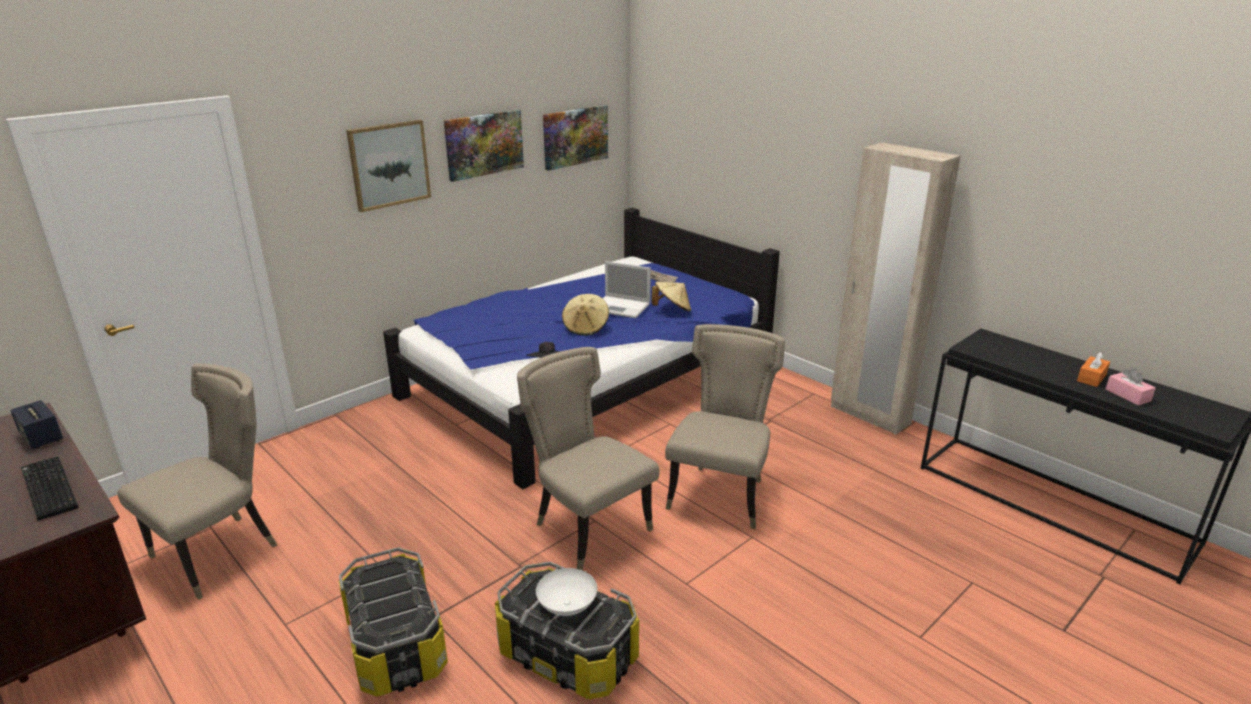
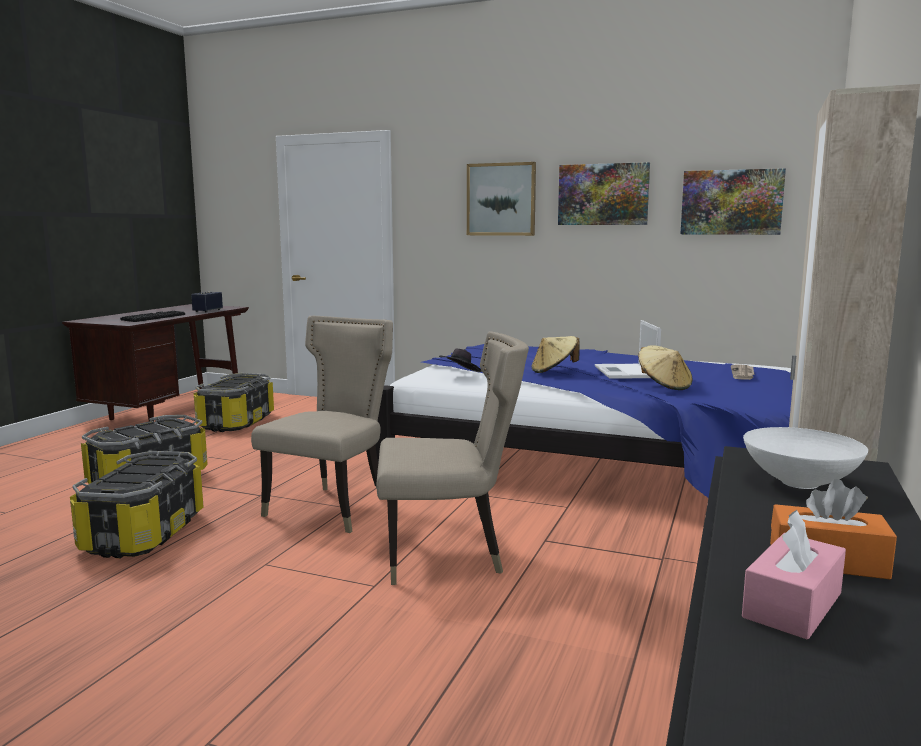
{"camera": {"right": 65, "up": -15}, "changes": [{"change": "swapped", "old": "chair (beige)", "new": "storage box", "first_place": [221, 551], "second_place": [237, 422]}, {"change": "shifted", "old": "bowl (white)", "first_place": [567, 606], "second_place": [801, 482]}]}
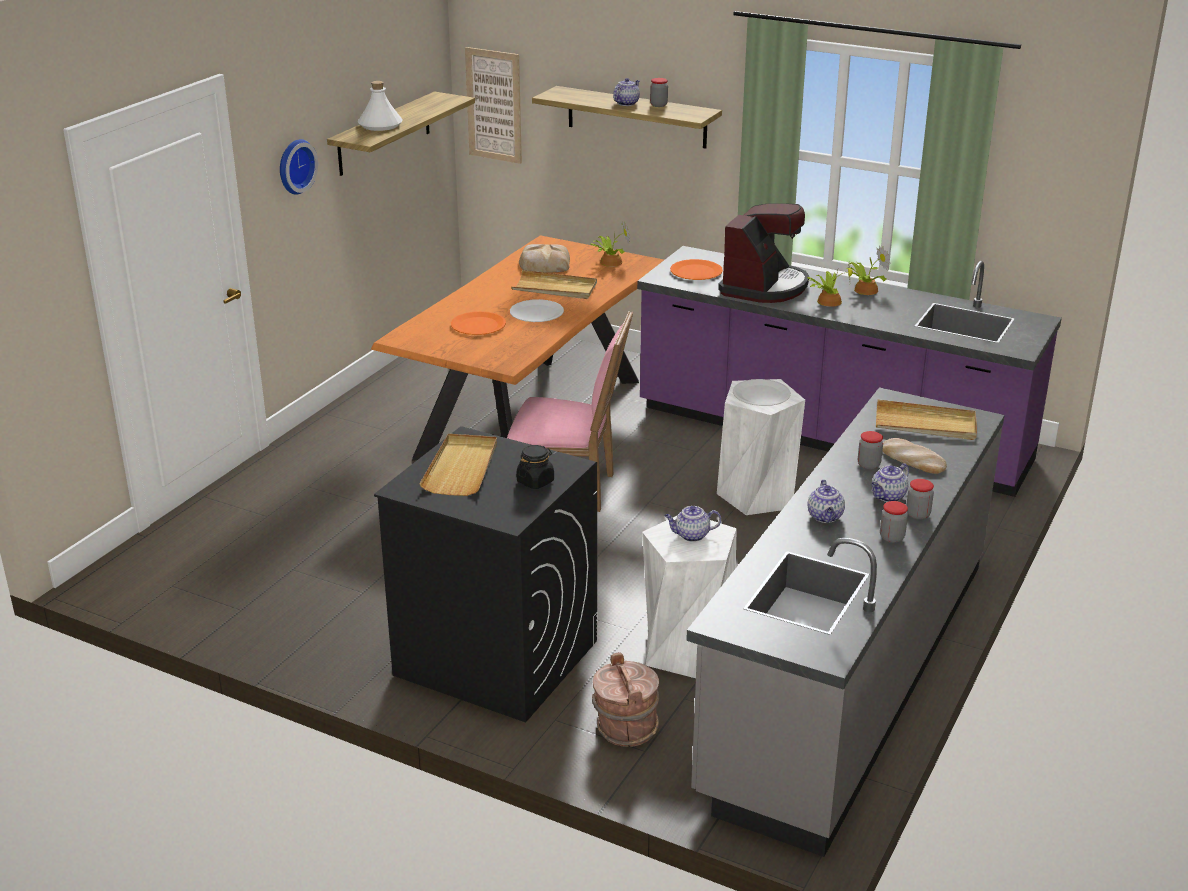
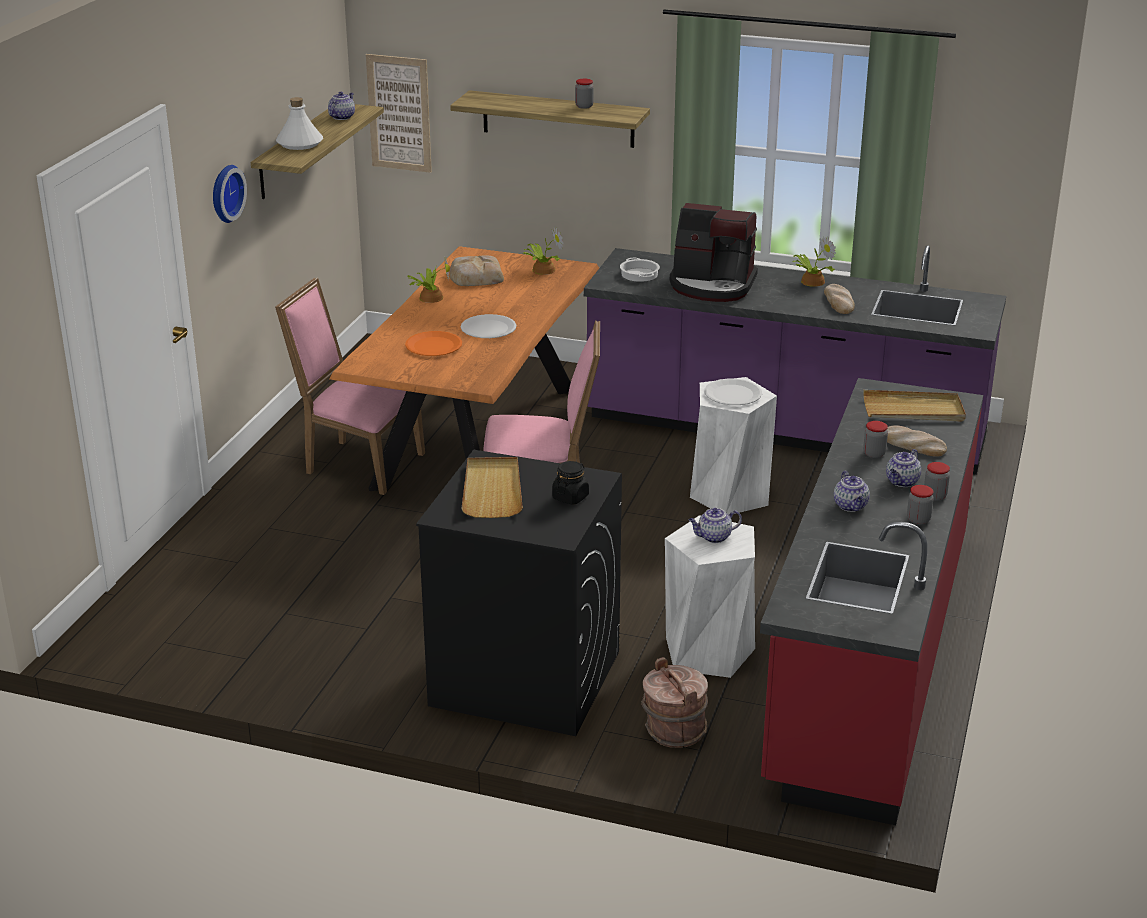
{"camera": {"right": -10, "up": 0}, "changes": [{"change": "gone", "old": "tray (beige)", "first_place": [555, 288]}, {"change": "shifted", "old": "teapot", "first_place": [626, 103], "second_place": [342, 117]}, {"change": "swapped", "old": "plate (orange)", "new": "cooking pot", "first_place": [696, 271], "second_place": [639, 274]}, {"change": "repainted", "old": "counter (grey)", "new": "counter (red)", "first_place": [847, 674], "second_place": [867, 658]}, {"change": "rotated", "old": "coffee machine", "first_place": [764, 287], "second_place": [712, 285], "degrees": 90}, {"change": "shifted", "old": "potted plant", "first_place": [828, 301], "second_place": [430, 297]}, {"change": "new", "new": "chair (pink)", "second_place": [358, 464]}, {"change": "new", "new": "bread", "second_place": [839, 302]}]}
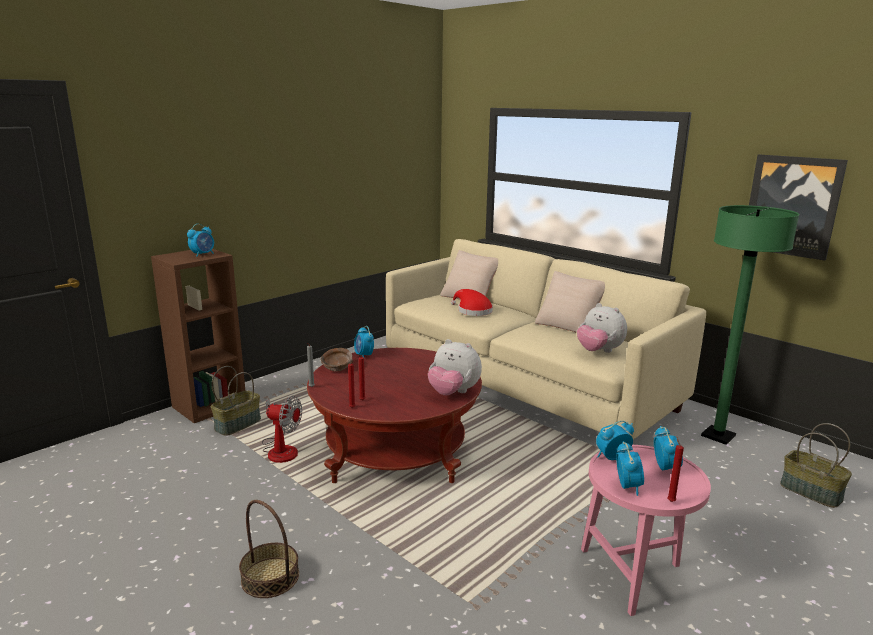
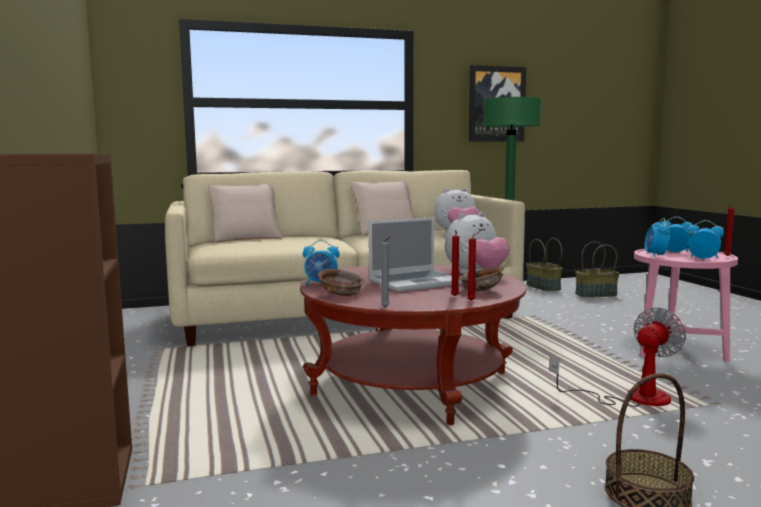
{"camera": {"right": -60, "up": -10}, "changes": [{"change": "gone", "old": "alarm clock", "first_place": [203, 254]}, {"change": "shifted", "old": "basket", "first_place": [238, 424], "second_place": [542, 287]}, {"change": "shifted", "old": "fan", "first_place": [281, 449], "second_place": [631, 398]}, {"change": "gone", "old": "hat (red)", "first_place": [472, 311]}, {"change": "new", "new": "laptop", "second_place": [415, 282]}, {"change": "new", "new": "bowl (brown)", "second_place": [481, 290]}]}
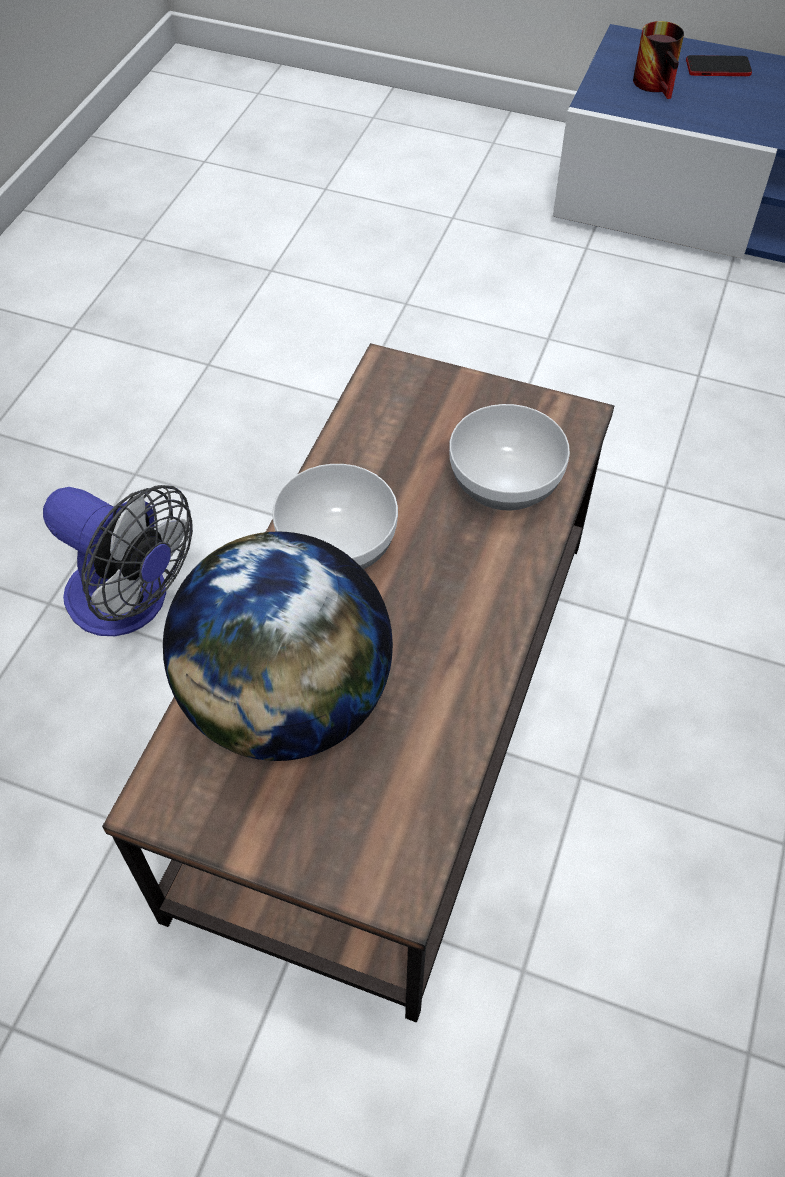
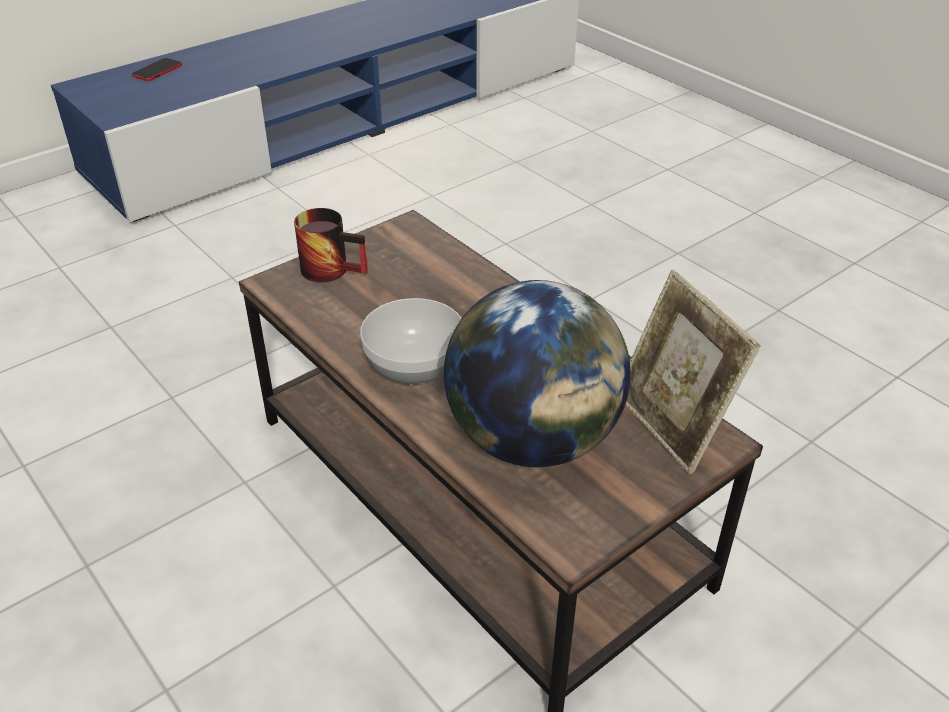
{"camera": {"right": -60, "up": -15}, "changes": [{"change": "gone", "old": "fan", "first_place": [131, 603]}, {"change": "gone", "old": "bowl", "first_place": [502, 482]}, {"change": "shifted", "old": "mug", "first_place": [659, 85], "second_place": [333, 268]}, {"change": "new", "new": "picture frame", "second_place": [671, 426]}]}
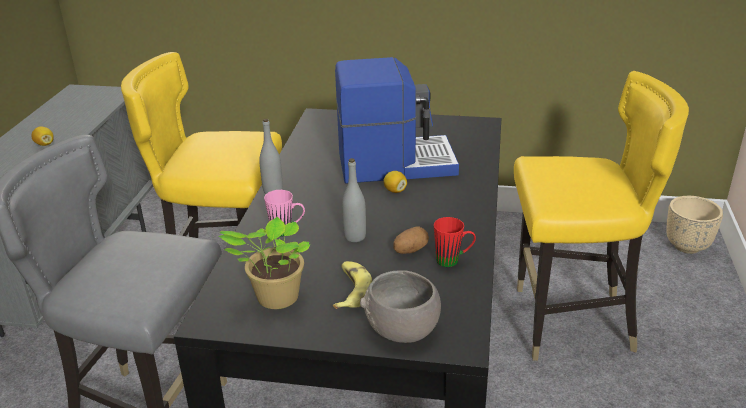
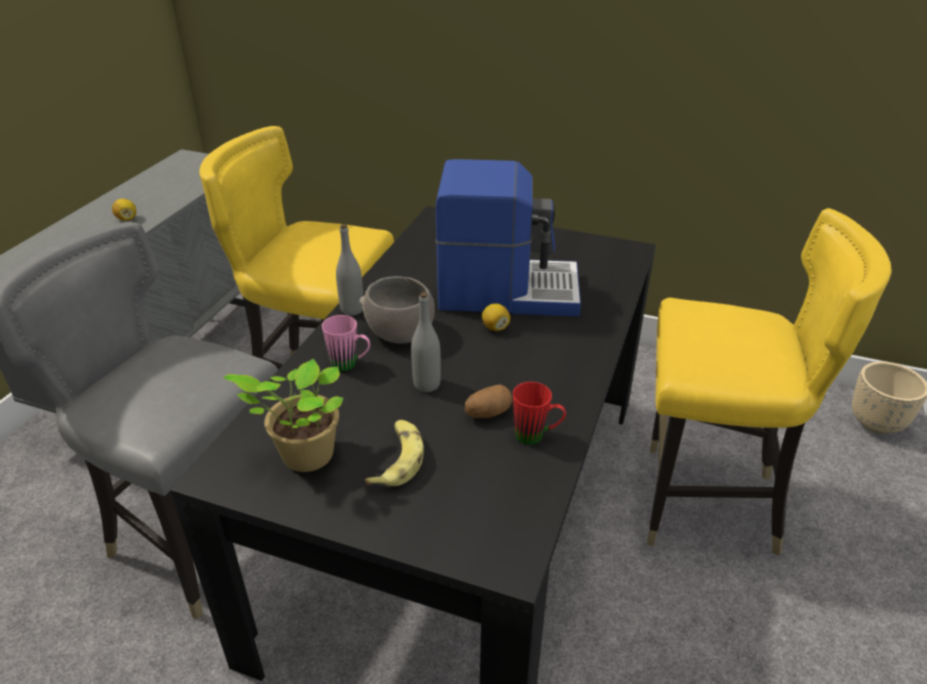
{"camera": {"right": 10, "up": 5}, "changes": [{"change": "shifted", "old": "bowl (grey)", "first_place": [401, 329], "second_place": [399, 332]}]}
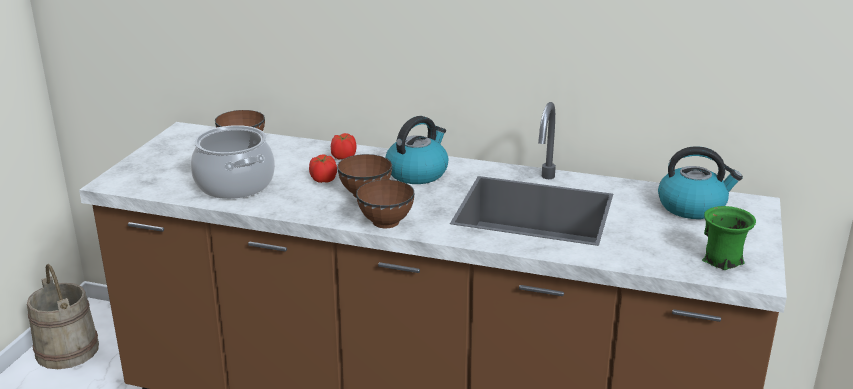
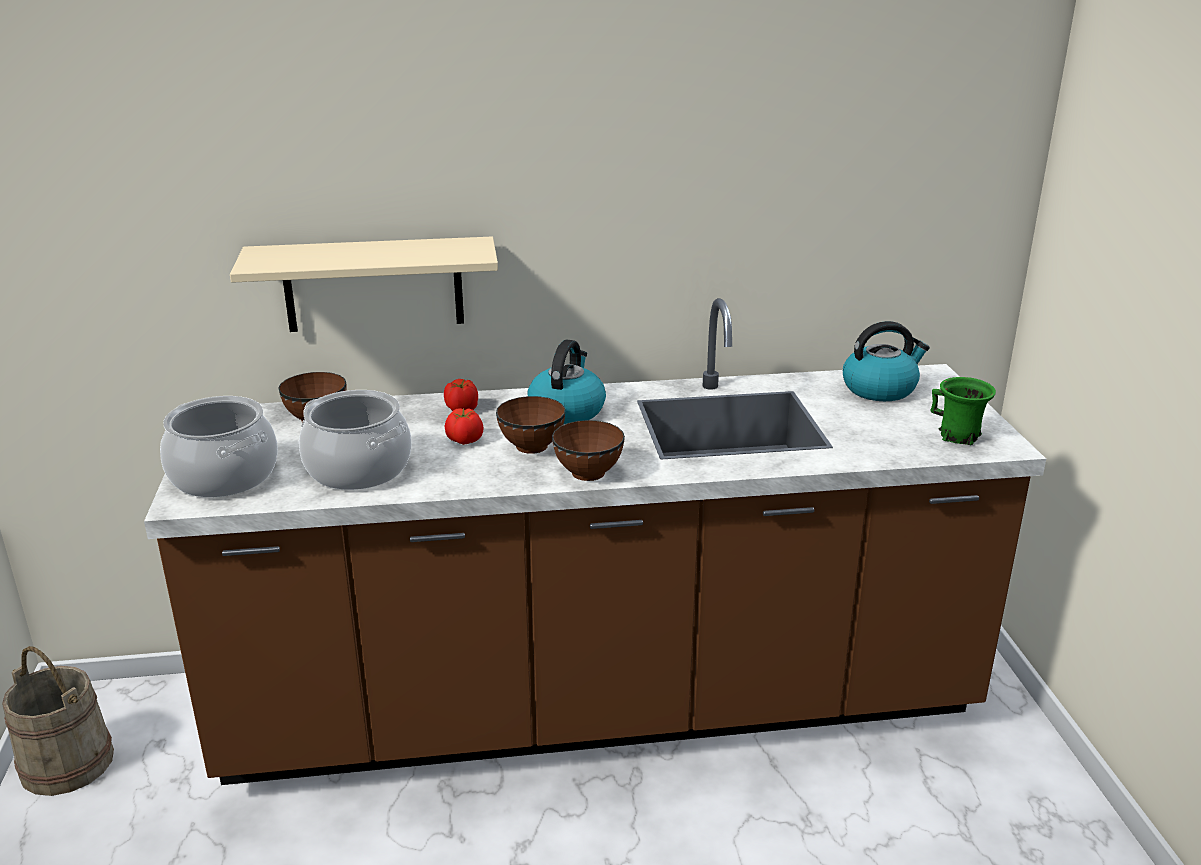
{"camera": {"right": -25, "up": 0}, "changes": [{"change": "new", "new": "cooking pot", "second_place": [225, 476]}, {"change": "new", "new": "shelf (beige)", "second_place": [373, 284]}]}
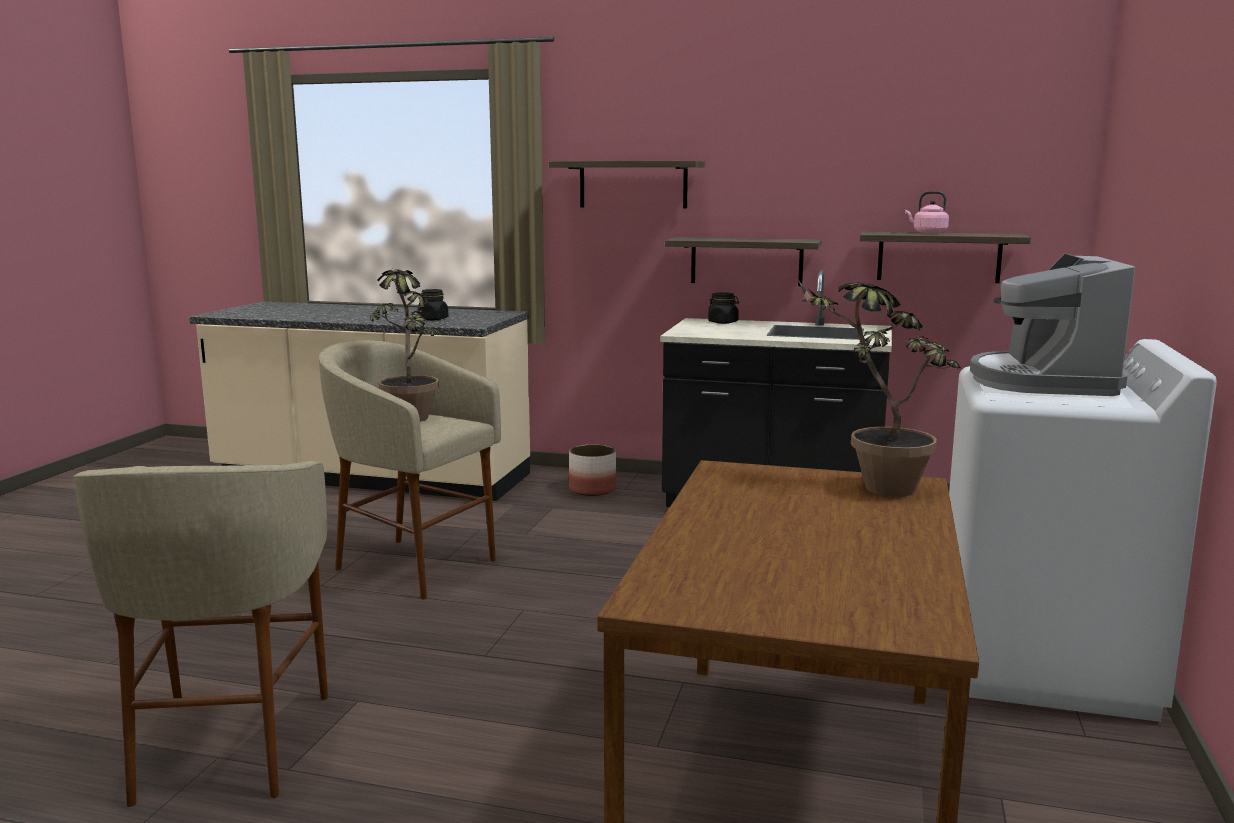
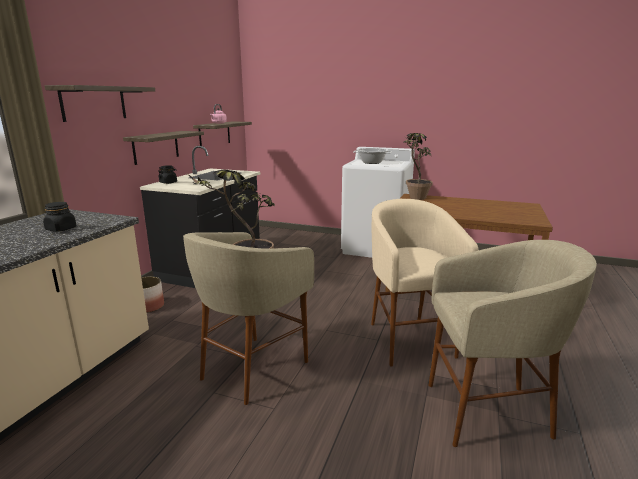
{"camera": {"right": -85, "up": 5}, "changes": [{"change": "swapped", "old": "coffee machine", "new": "cooking pot", "first_place": [1042, 381], "second_place": [372, 162]}, {"change": "new", "new": "stool (beige)", "second_place": [409, 340]}]}
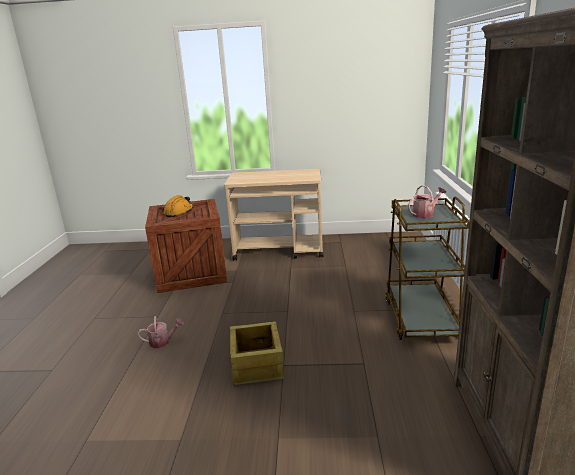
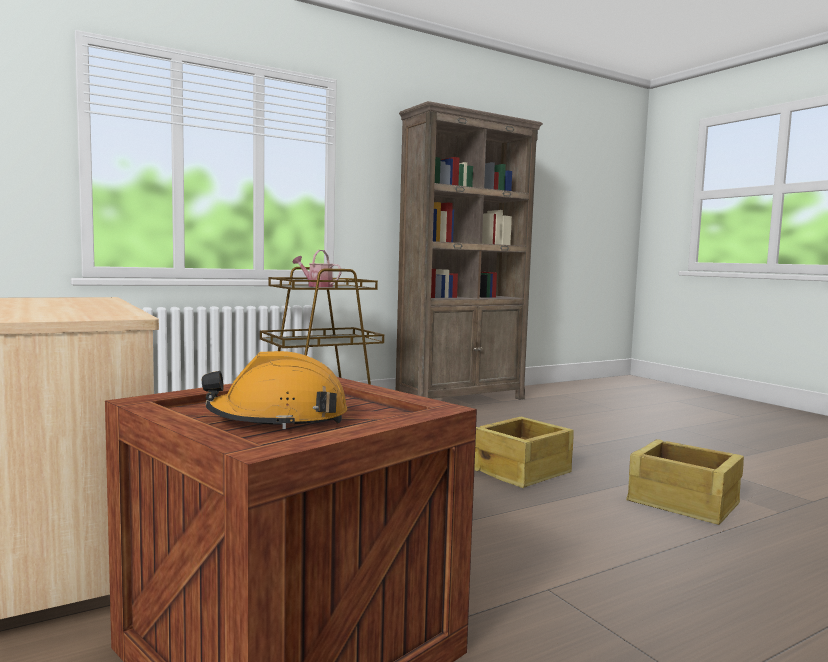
{"camera": {"right": -125, "up": -15}, "changes": [{"change": "gone", "old": "watering can", "first_place": [163, 342]}, {"change": "new", "new": "crate", "second_place": [684, 503]}]}
